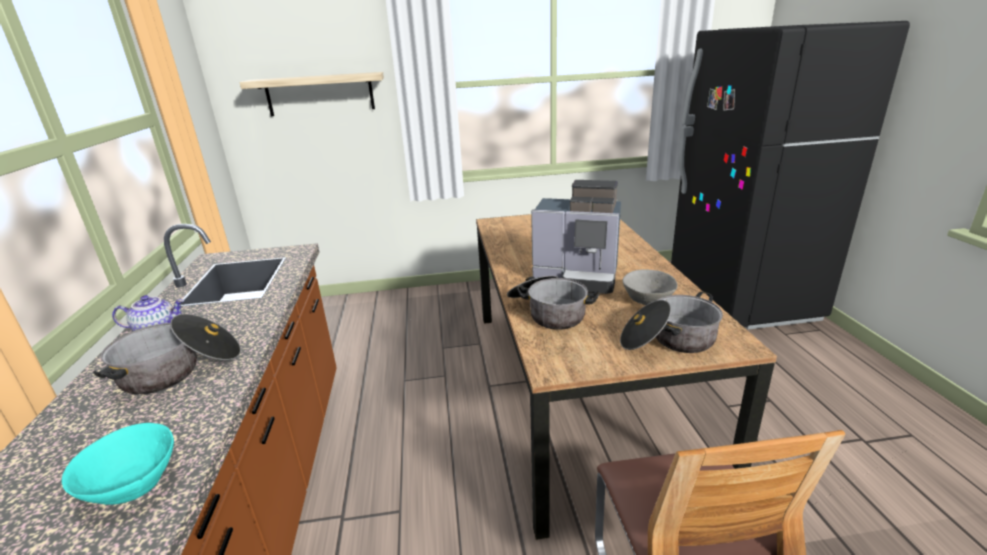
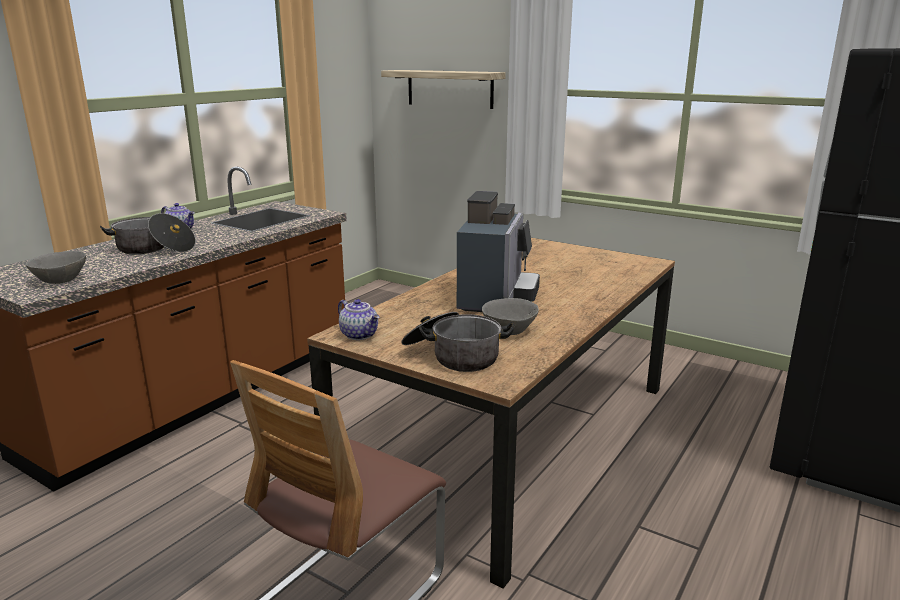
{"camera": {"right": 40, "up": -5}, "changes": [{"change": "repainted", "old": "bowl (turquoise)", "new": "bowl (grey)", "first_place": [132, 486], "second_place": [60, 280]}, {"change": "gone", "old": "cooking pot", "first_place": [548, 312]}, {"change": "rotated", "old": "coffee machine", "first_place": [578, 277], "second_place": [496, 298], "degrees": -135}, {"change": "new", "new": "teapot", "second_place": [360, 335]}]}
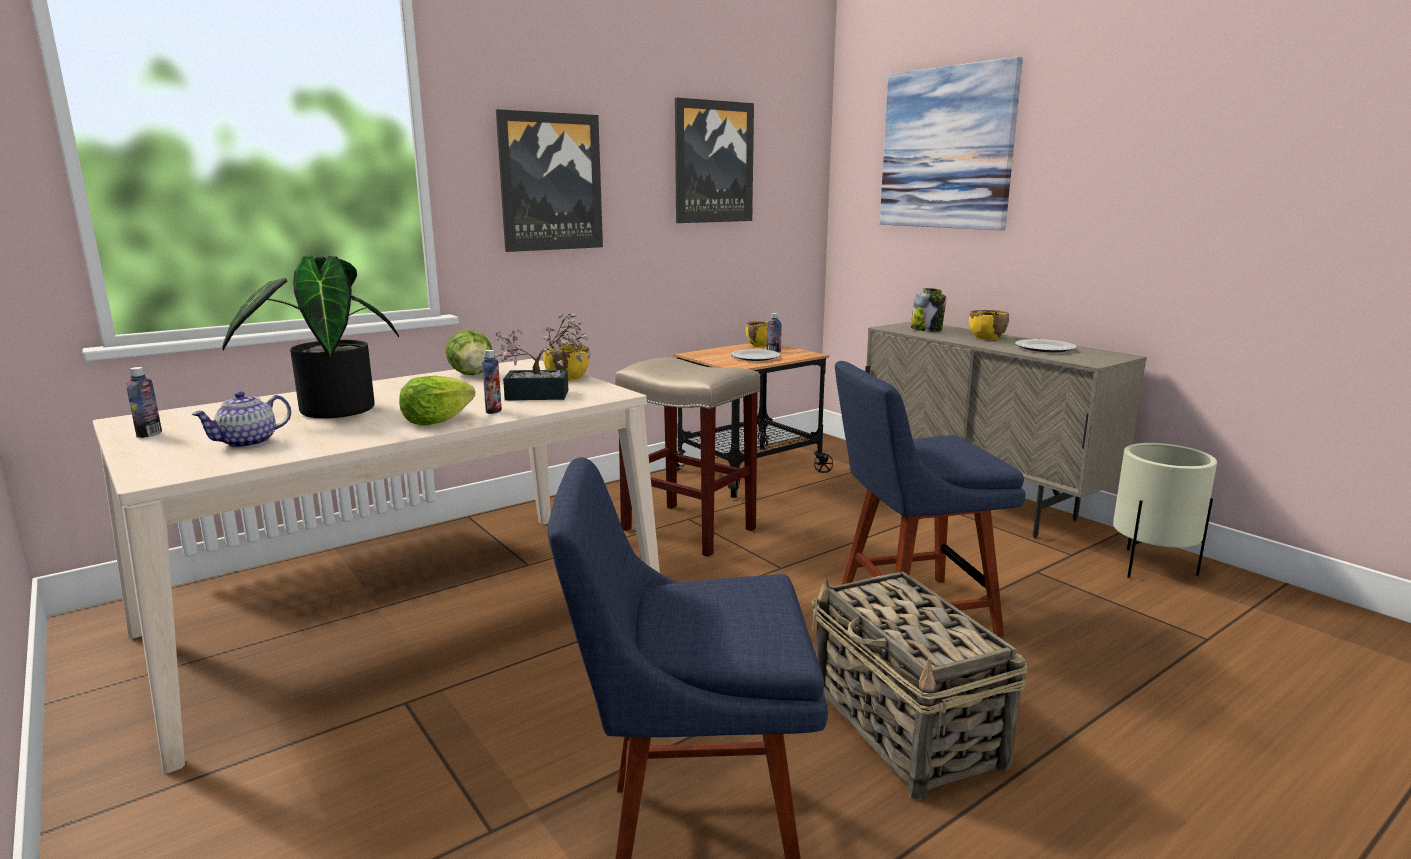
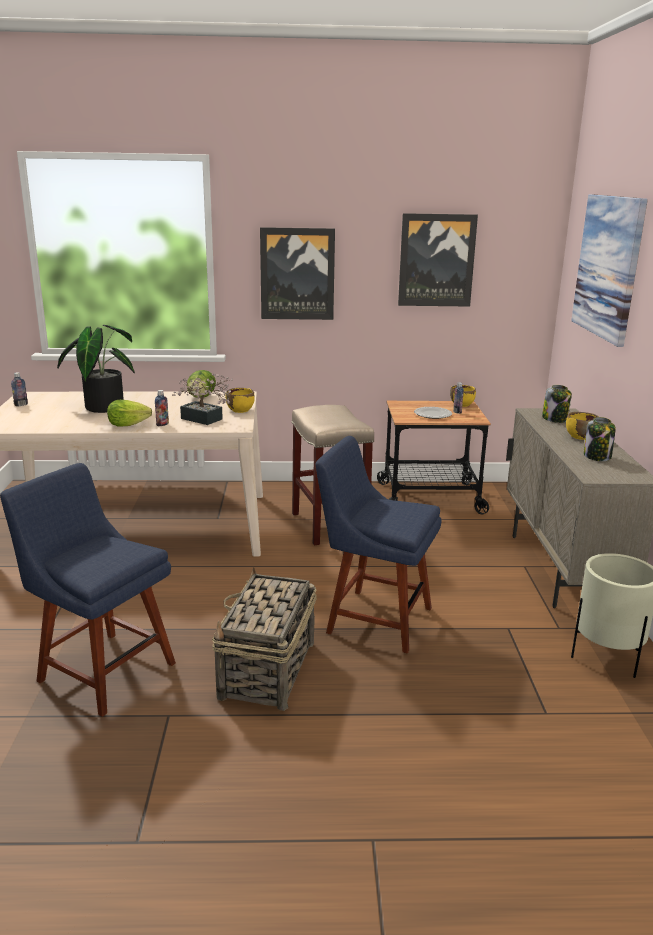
{"camera": {"right": 35, "up": 5}, "changes": [{"change": "gone", "old": "teapot", "first_place": [248, 443]}, {"change": "swapped", "old": "plate", "new": "jar", "first_place": [1045, 348], "second_place": [597, 456]}]}
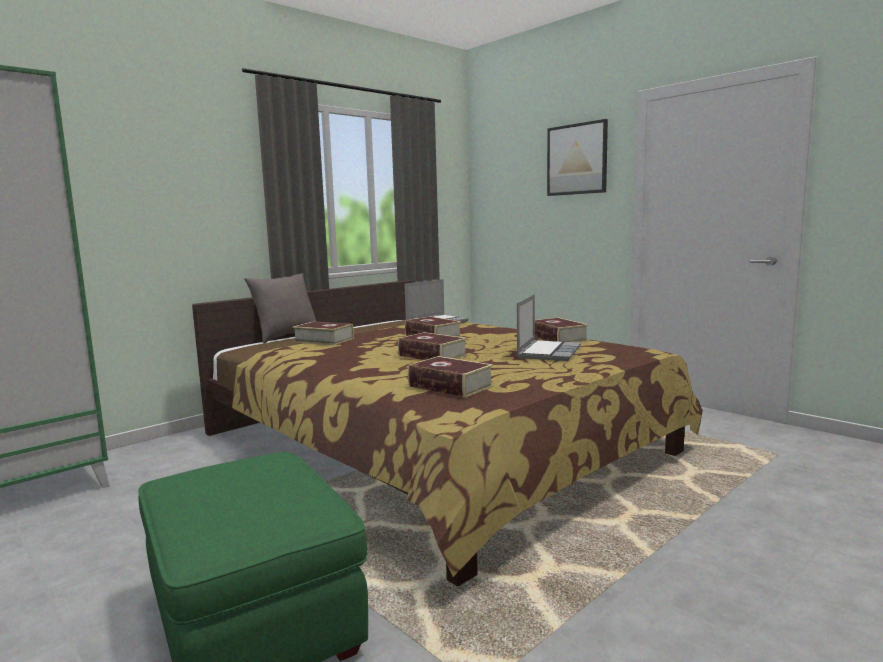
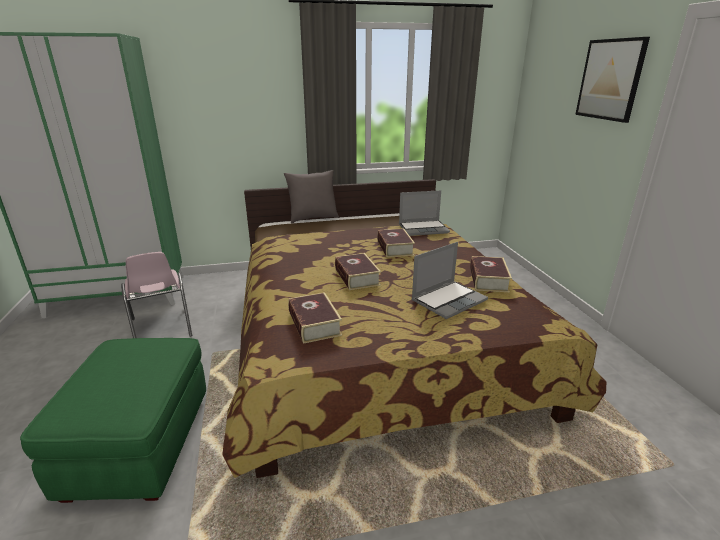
{"camera": {"right": 30, "up": 15}, "changes": [{"change": "gone", "old": "book", "first_place": [324, 340]}, {"change": "new", "new": "chair (pink)", "second_place": [161, 328]}]}
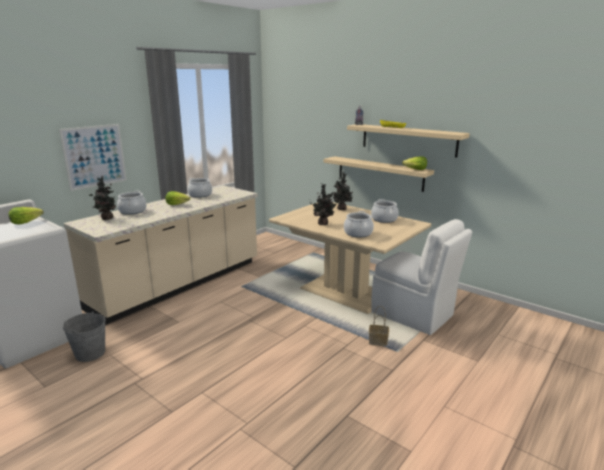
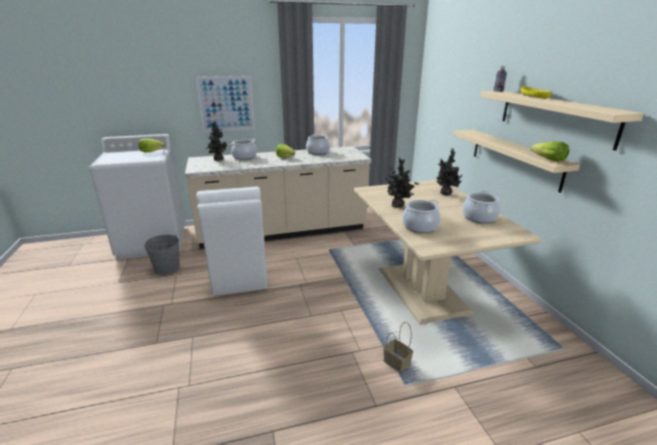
{"camera": {"right": 35, "up": 5}, "changes": [{"change": "shifted", "old": "chair (white)", "first_place": [414, 314], "second_place": [239, 275]}]}
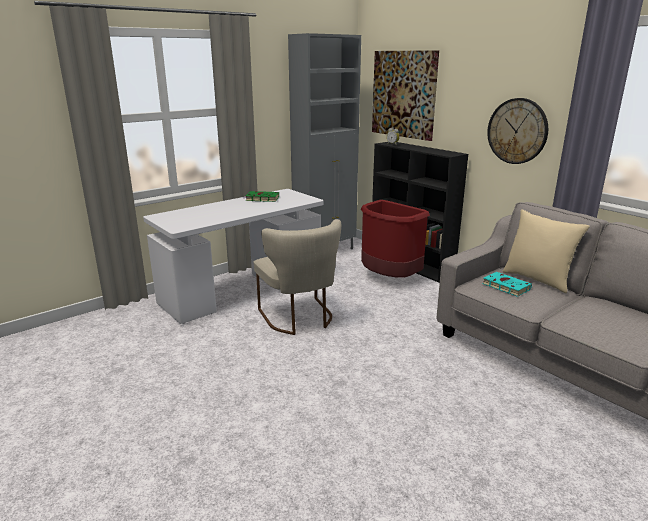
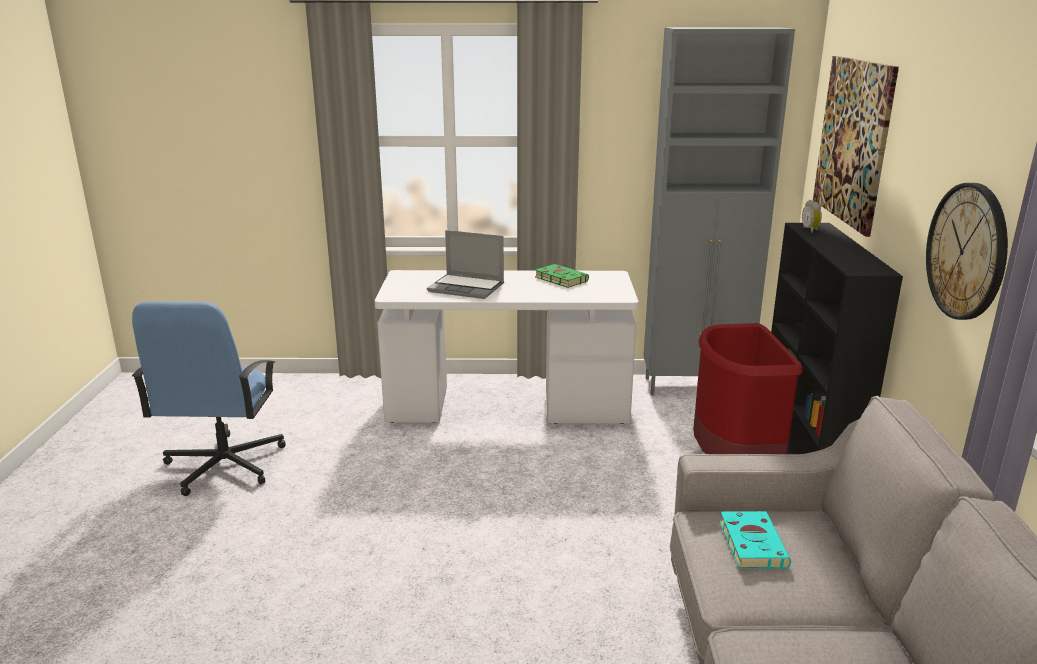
{"camera": {"right": 40, "up": 0}, "changes": [{"change": "gone", "old": "chair (beige)", "first_place": [299, 318]}, {"change": "gone", "old": "pillow (beige)", "first_place": [537, 279]}, {"change": "new", "new": "office chair (blue)", "second_place": [223, 465]}, {"change": "new", "new": "laptop", "second_place": [467, 288]}]}
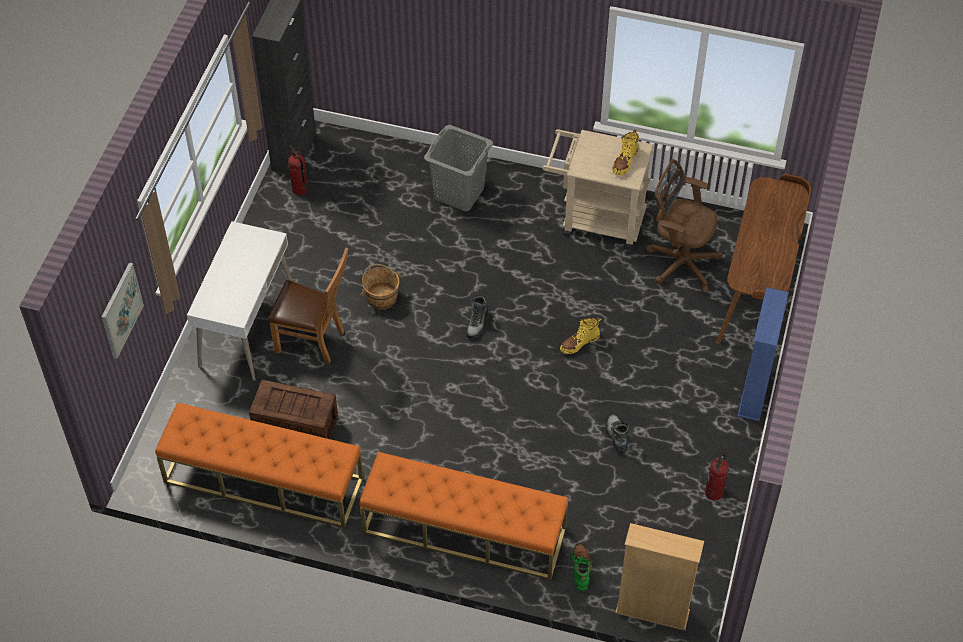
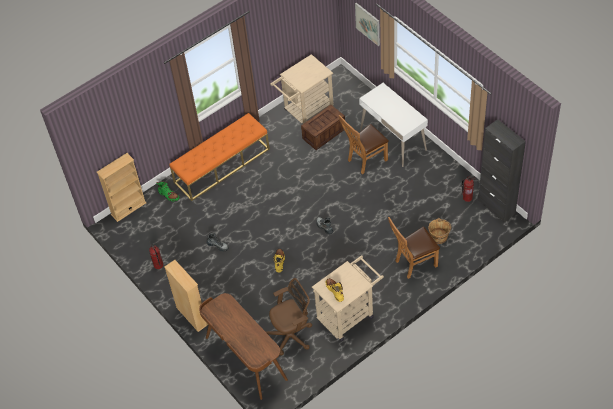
{"camera": {"right": 130, "up": 0}, "changes": [{"change": "swapped", "old": "bench (orange)", "new": "cart (beige)", "first_place": [263, 480], "second_place": [305, 111]}, {"change": "shifted", "old": "bucket (brown)", "first_place": [381, 297], "second_place": [439, 236]}, {"change": "swapped", "old": "laundry basket (grey)", "new": "chair (brown)", "first_place": [459, 193], "second_place": [413, 263]}, {"change": "repainted", "old": "bookcase (blue)", "new": "bookcase (beige)", "first_place": [754, 392], "second_place": [192, 316]}]}
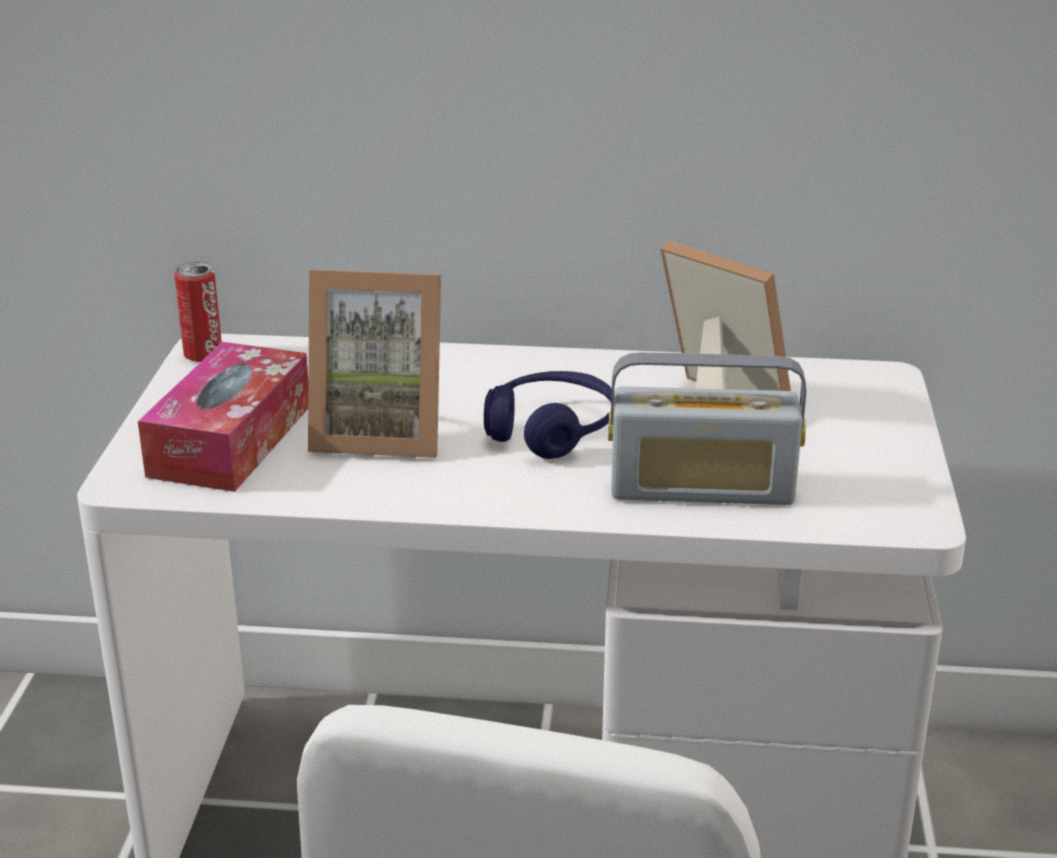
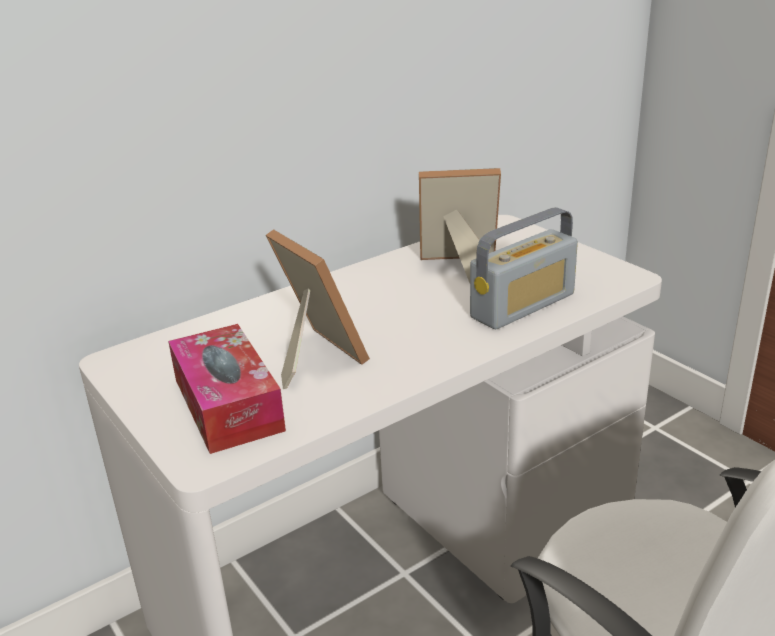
{"camera": {"right": -40, "up": 0}, "changes": [{"change": "gone", "old": "can", "first_place": [203, 355]}, {"change": "rotated", "old": "picture frame", "first_place": [380, 432], "second_place": [312, 356], "degrees": -90}, {"change": "gone", "old": "headphones (blue)", "first_place": [551, 430]}]}
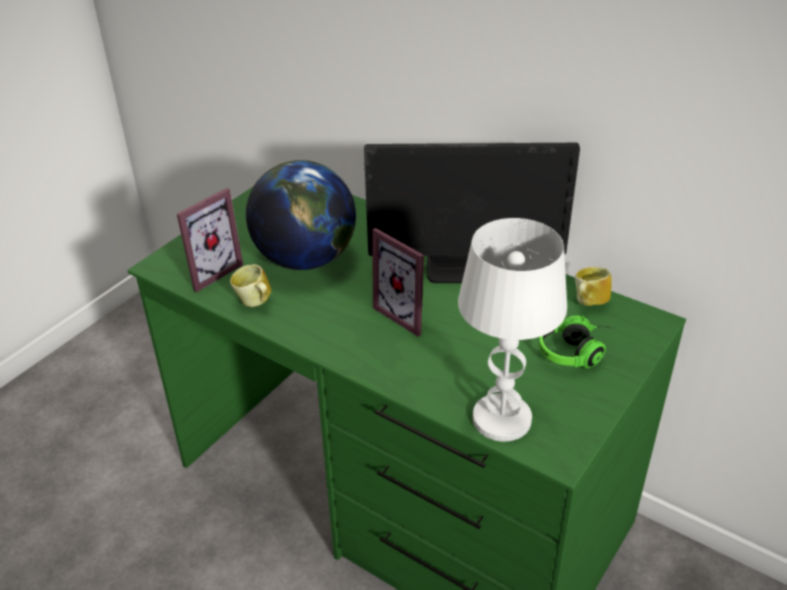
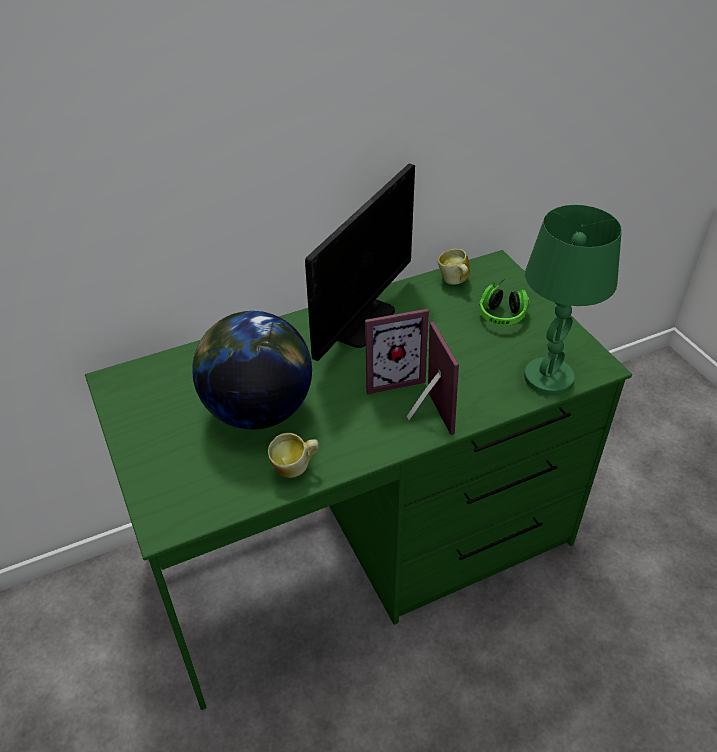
{"camera": {"right": -60, "up": 5}, "changes": [{"change": "shifted", "old": "picture frame", "first_place": [209, 271], "second_place": [425, 415]}, {"change": "repainted", "old": "table lamp (white)", "new": "table lamp (green)", "first_place": [502, 419], "second_place": [548, 377]}]}
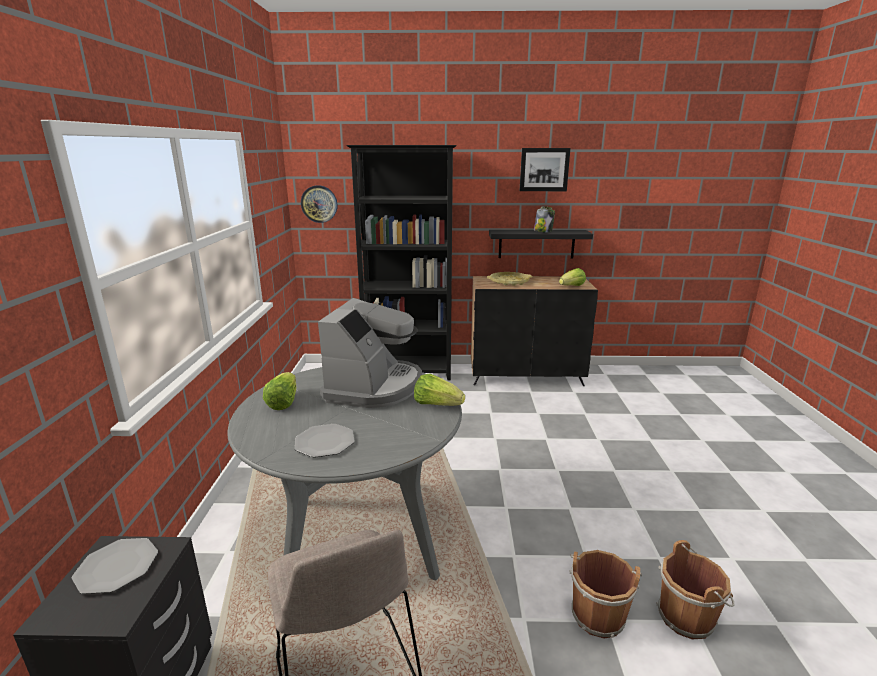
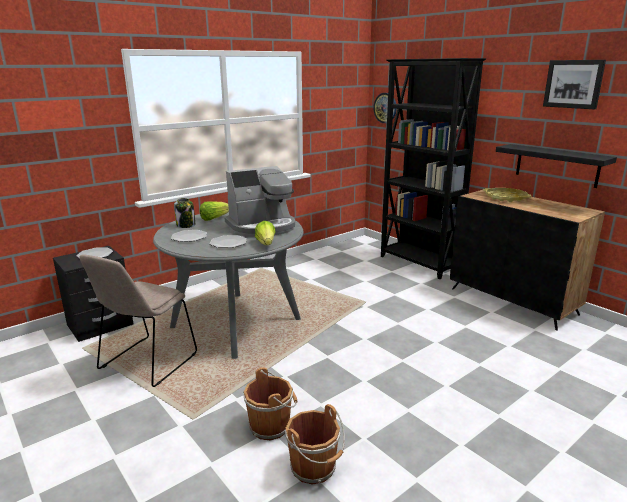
{"camera": {"right": 50, "up": 0}, "changes": [{"change": "shifted", "old": "jar", "first_place": [543, 231], "second_place": [186, 225]}, {"change": "gone", "old": "lettuce", "first_place": [572, 286]}, {"change": "new", "new": "plate", "second_place": [228, 243]}]}
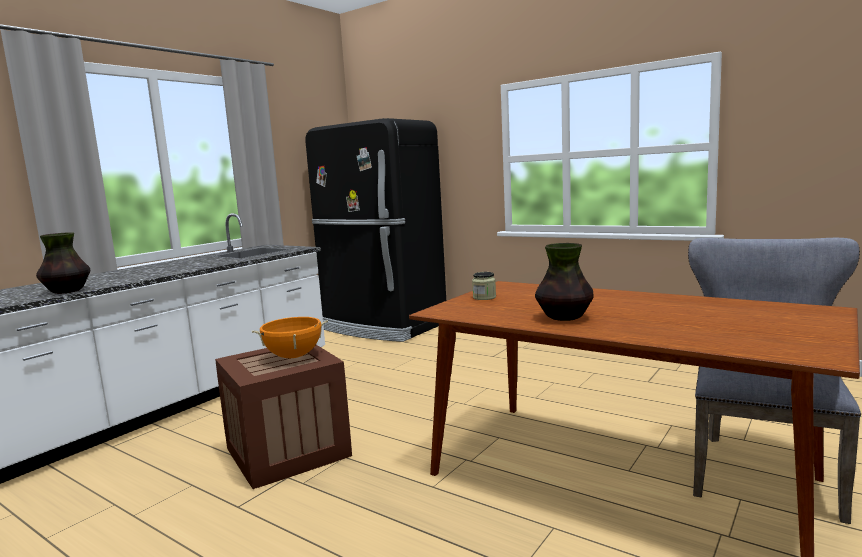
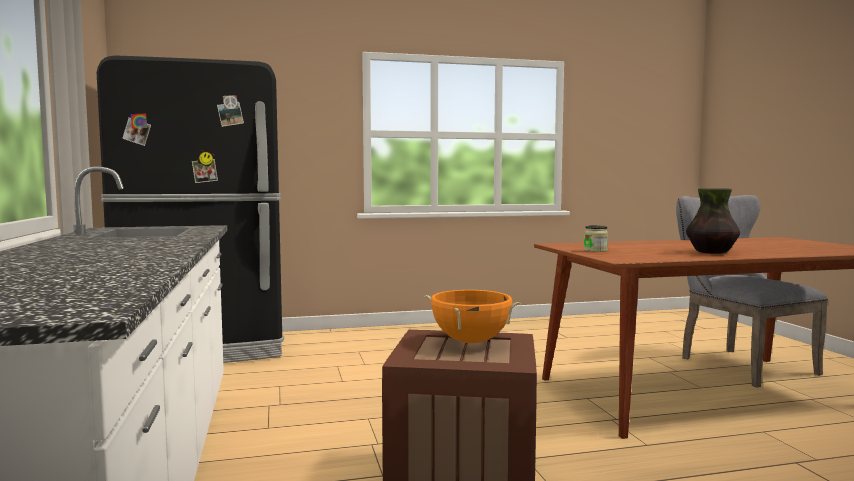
{"camera": {"right": -50, "up": -5}, "changes": [{"change": "gone", "old": "vase", "first_place": [67, 291]}]}
